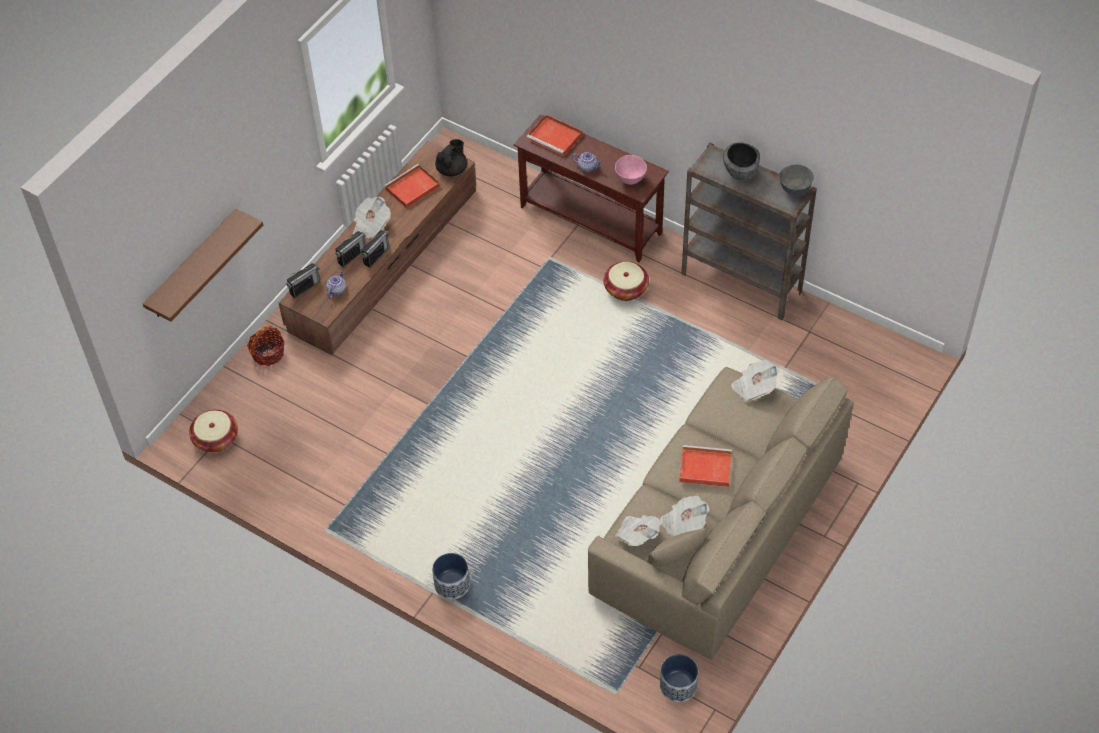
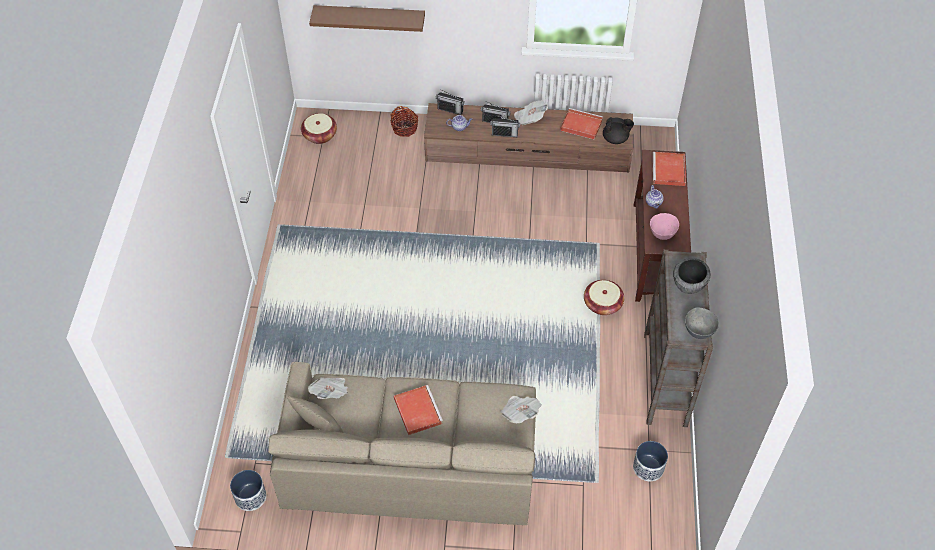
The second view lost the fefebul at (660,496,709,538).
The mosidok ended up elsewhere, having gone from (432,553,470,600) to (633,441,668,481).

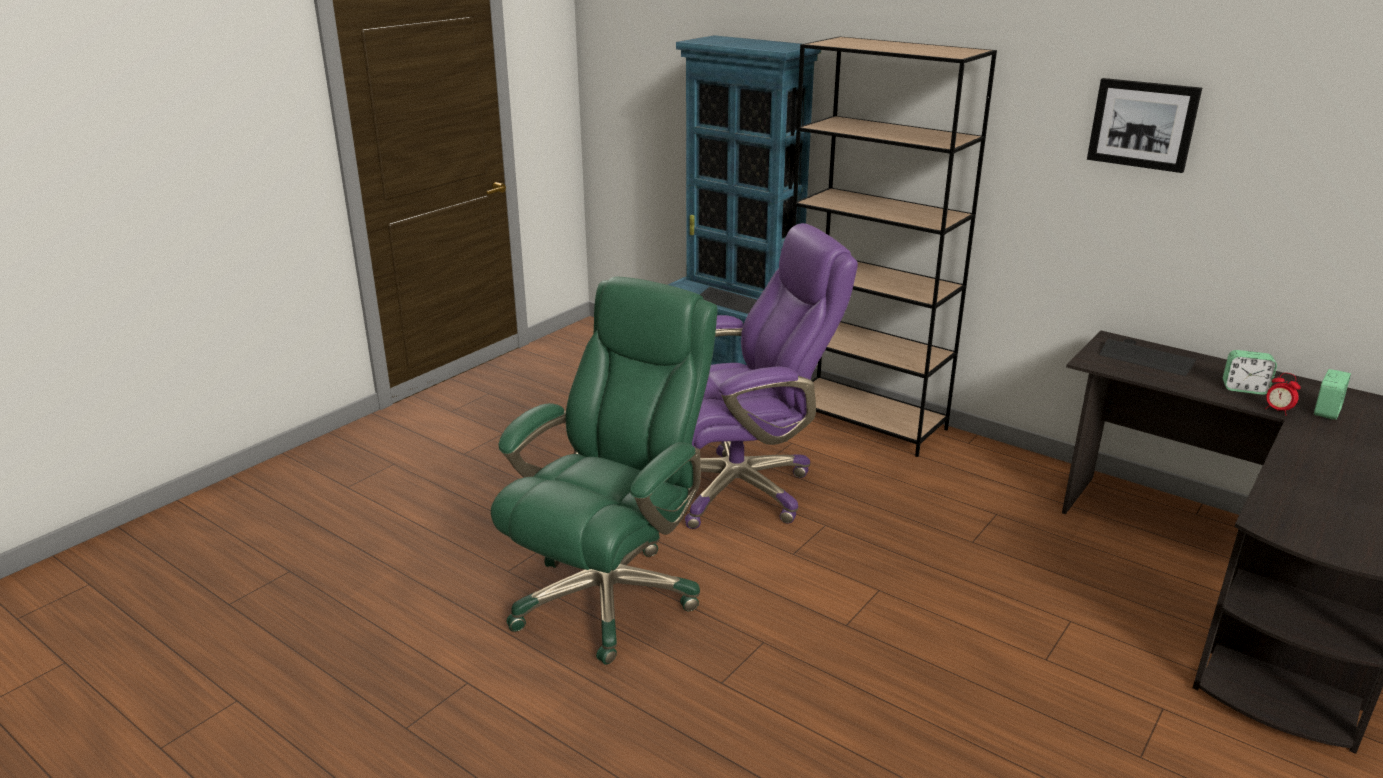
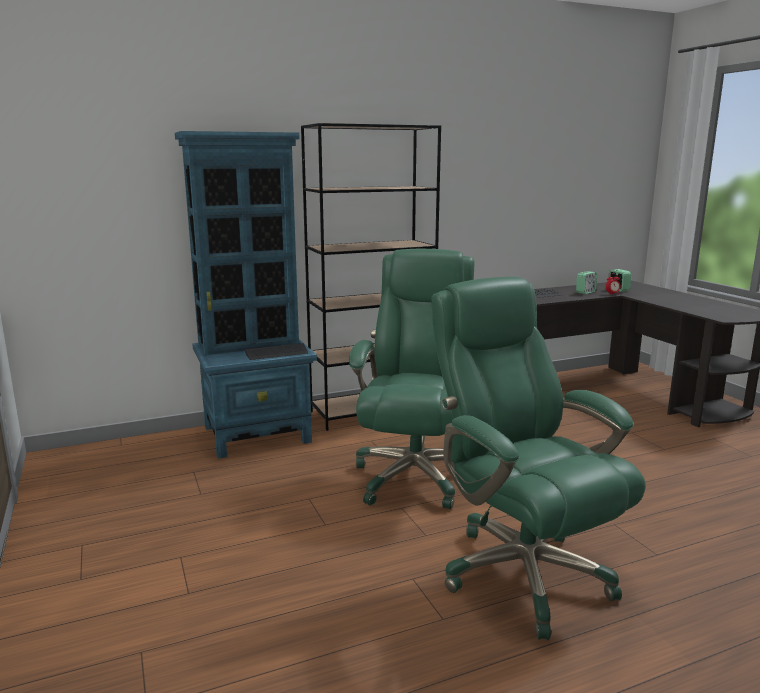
The second view lost the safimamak at (1087,78,1202,173).
What was the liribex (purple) at (685,223,858,529) turned into the liribex (green) at (349,249,474,510).

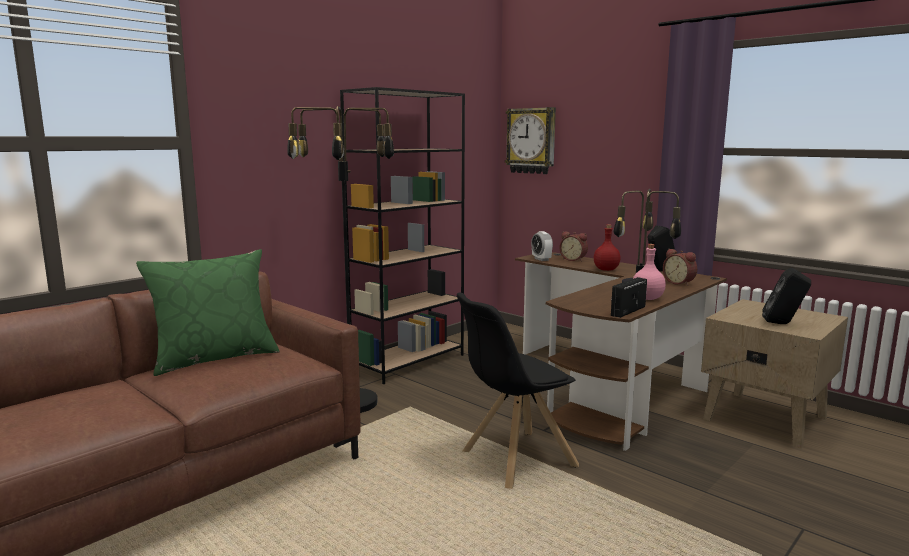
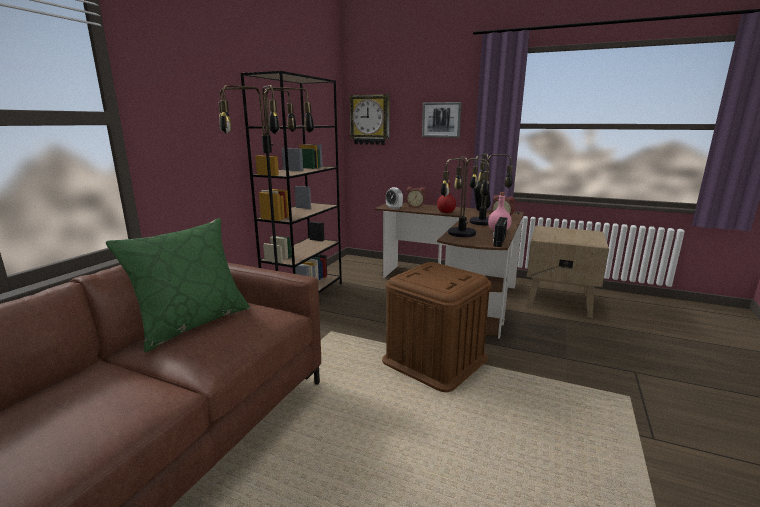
The second view lost the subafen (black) at (762,268,811,324).
Where the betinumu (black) stood at (457,292,579,489), the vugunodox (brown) came to stand at (382,262,491,392).
The second view gained the safimamak at (422,102,462,138).
The second view gained the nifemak at (441,156,490,237).

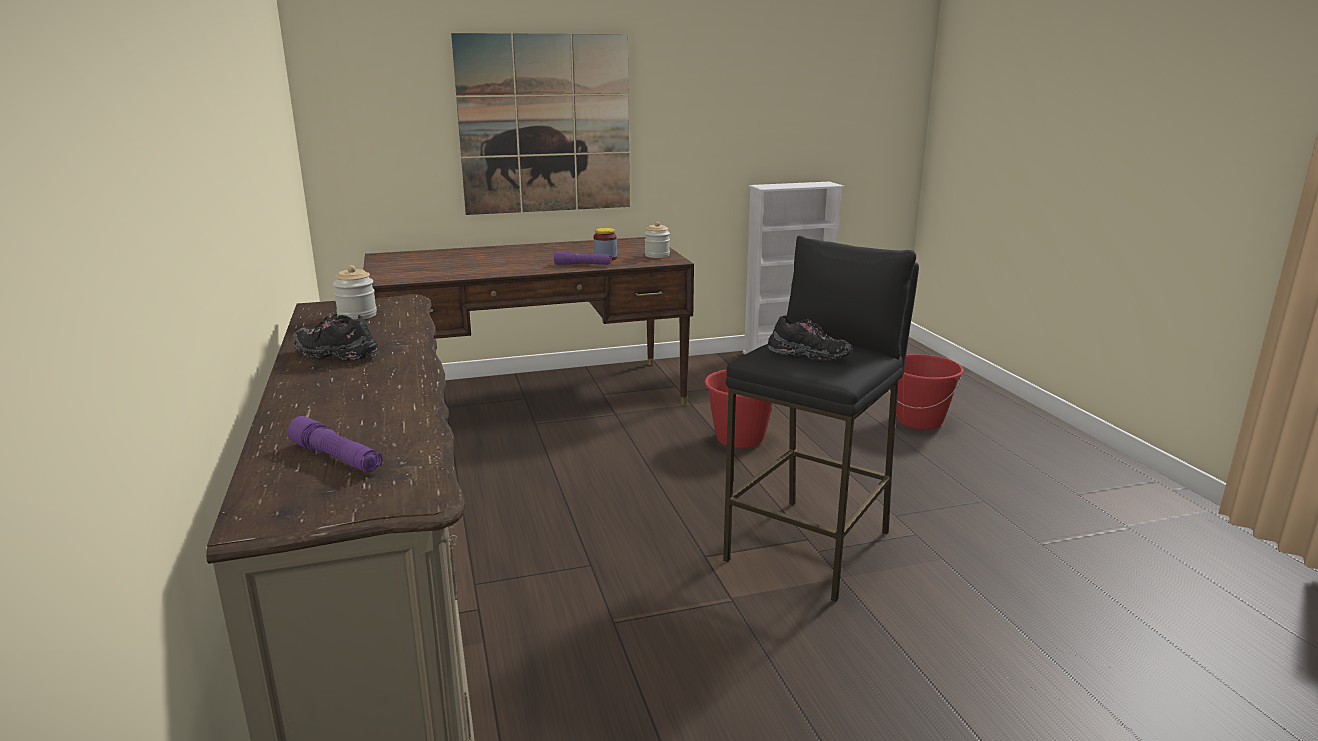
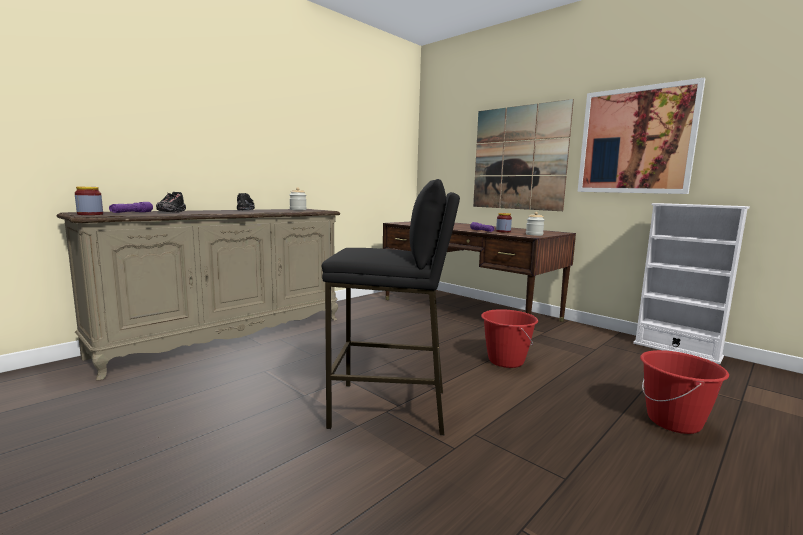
The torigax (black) ended up elsewhere, having gone from (768,315,853,361) to (156,192,186,213).
The second view gained the safimamak at (578,77,705,194).
The second view gained the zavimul at (75,187,103,215).

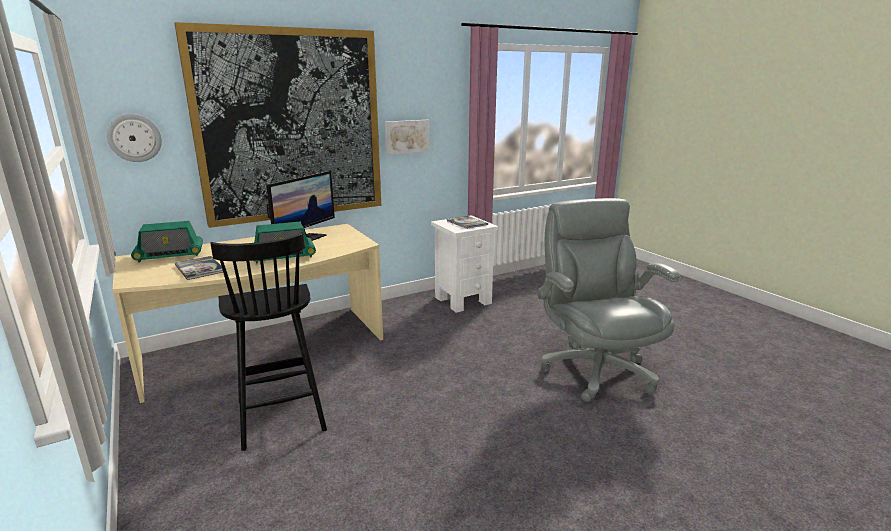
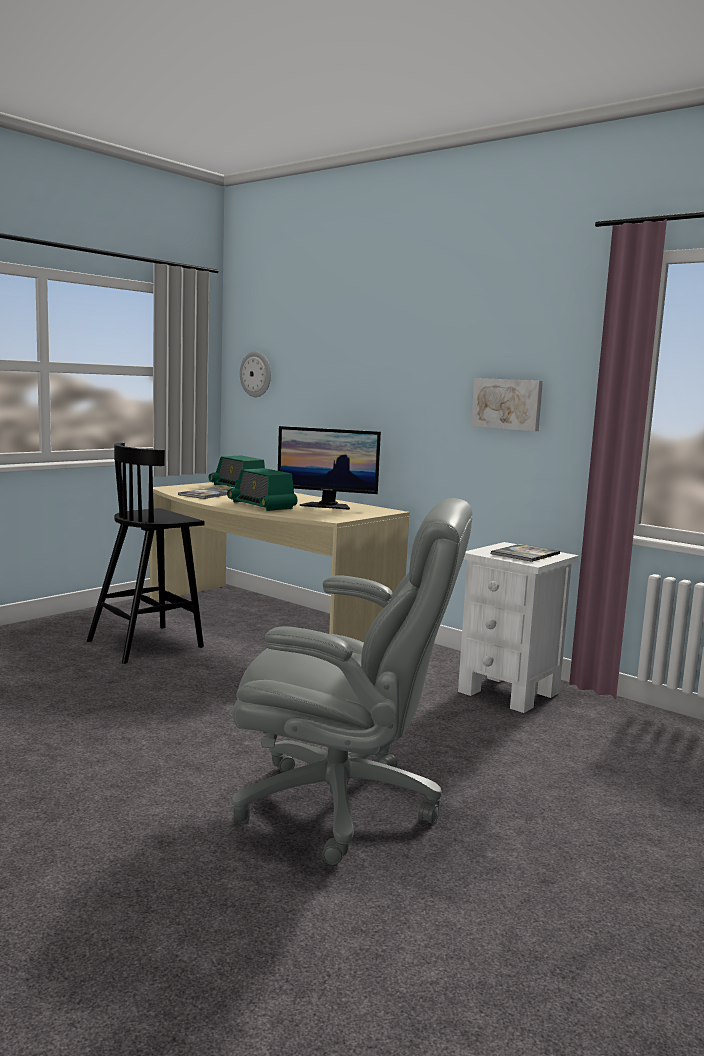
The second view lost the safimamak at (174,22,381,228).
The liribex (grey) at (537,198,680,402) ended up facing another way, 45 degrees clockwise from before.

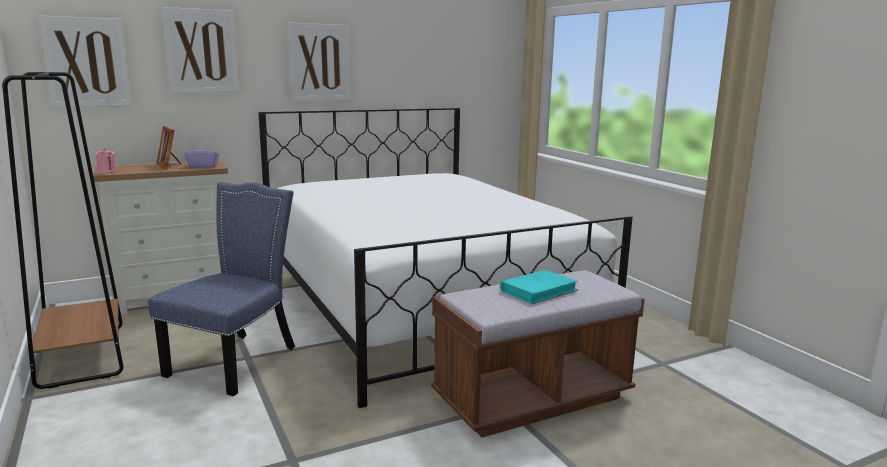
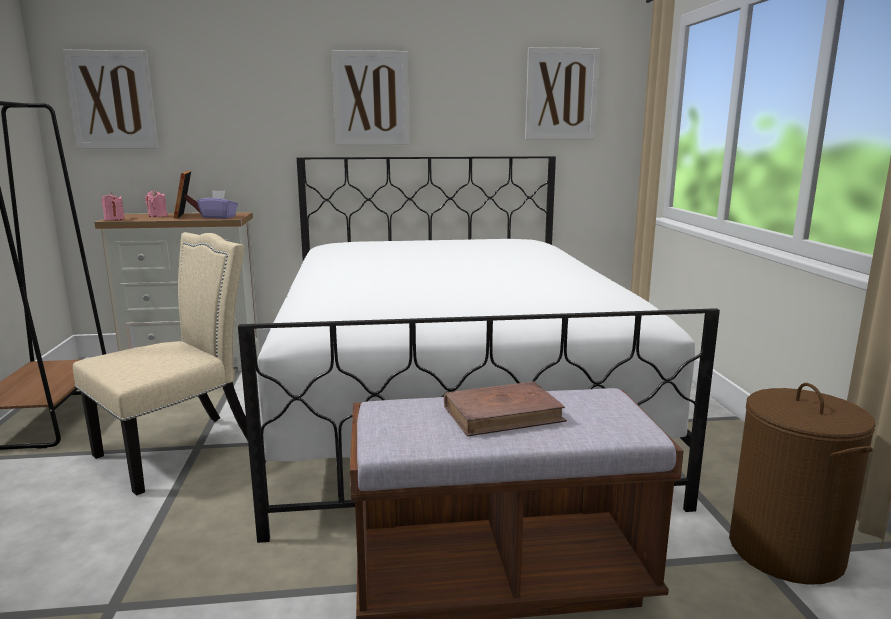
The safimamak ended up elsewhere, having gone from (161,7,240,93) to (525,47,600,139).
What was the betinumu (blue) at (148,182,295,396) turned into the betinumu (beige) at (73,232,248,495).
What was the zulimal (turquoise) at (500,270,578,304) turned into the zulimal (brown) at (444,382,567,437).
The second view gained the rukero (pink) at (145,190,168,217).
The second view gained the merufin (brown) at (729,383,876,585).

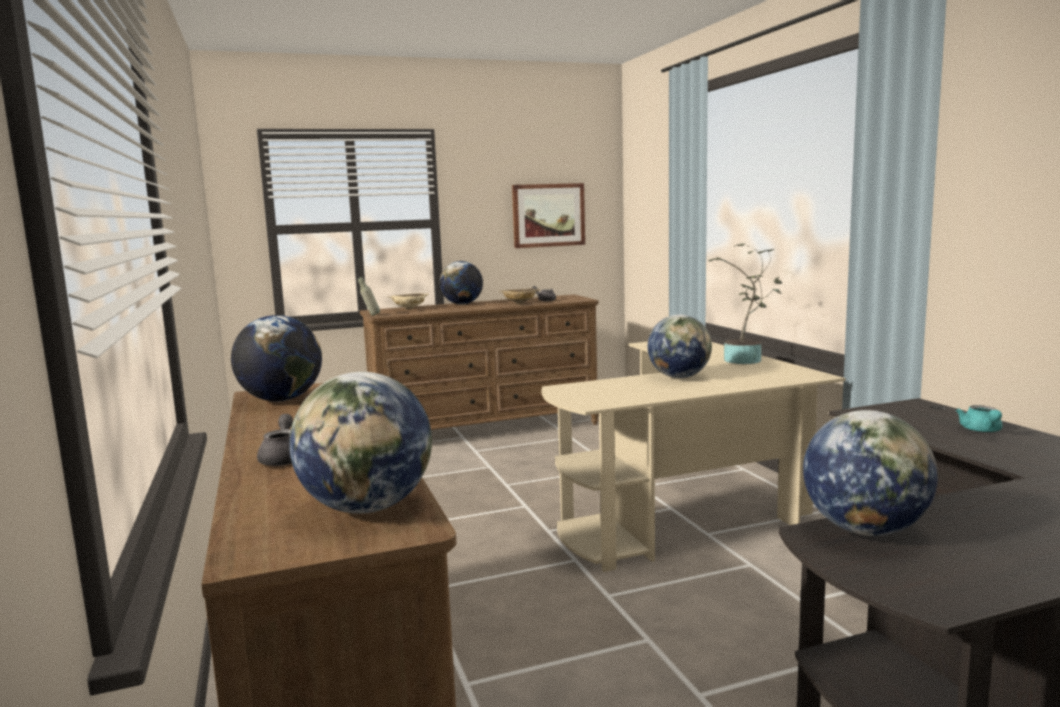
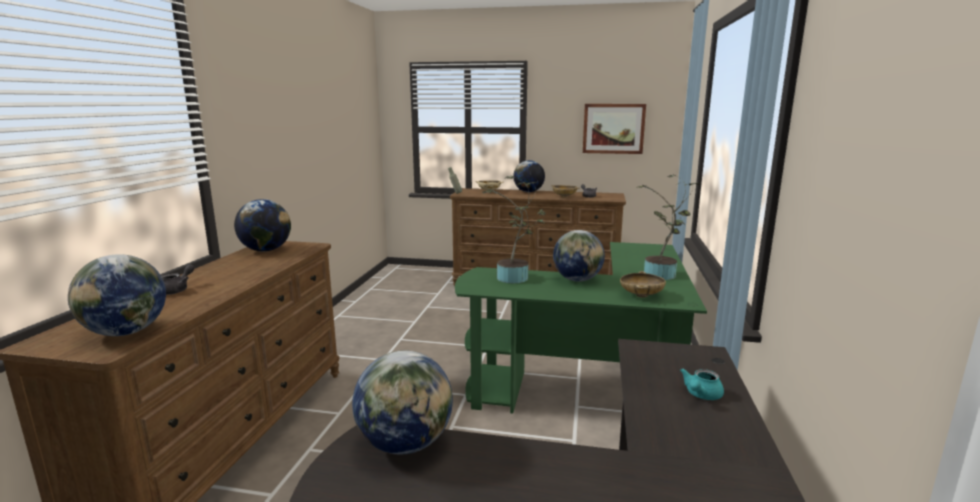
What was the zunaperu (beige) at (541,342,846,572) turned into the zunaperu (green) at (455,242,707,413).
The second view gained the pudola at (482,176,546,283).
The second view gained the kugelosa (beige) at (620,271,666,298).

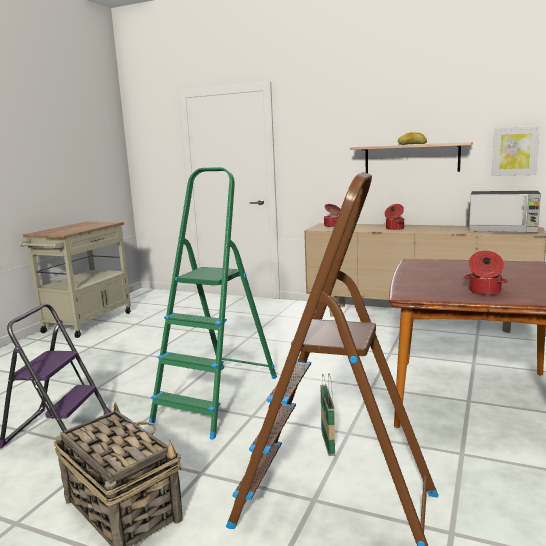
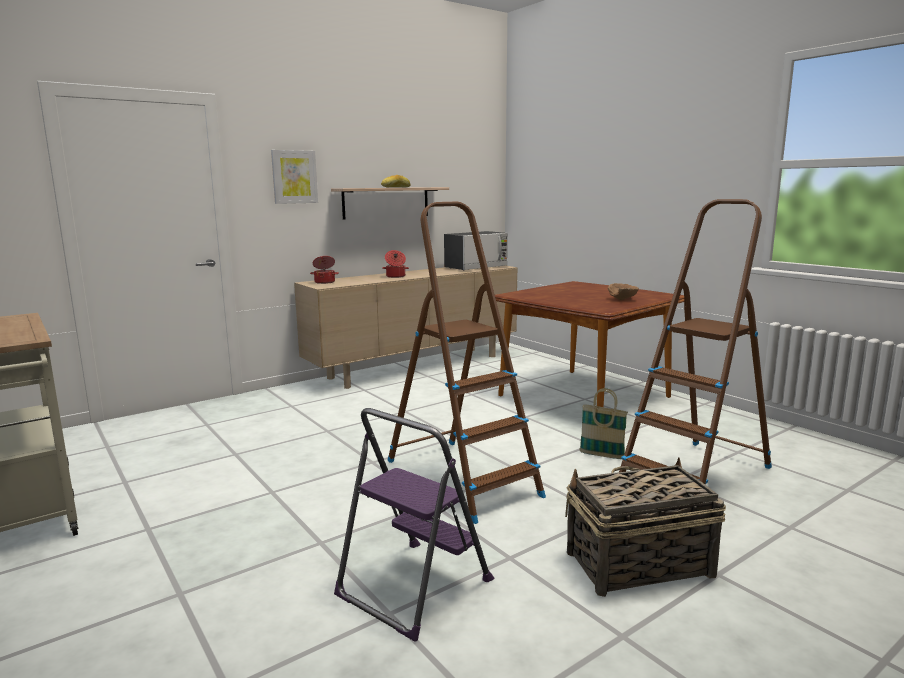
The safimamak ended up elsewhere, having gone from (492,126,540,176) to (271,150,318,204).
What was the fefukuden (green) at (149,167,277,440) turned into the fefukuden (brown) at (388,202,546,524).
Where the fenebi stood at (464,251,508,295), the kugelosa (brown) came to stand at (608,283,639,300).

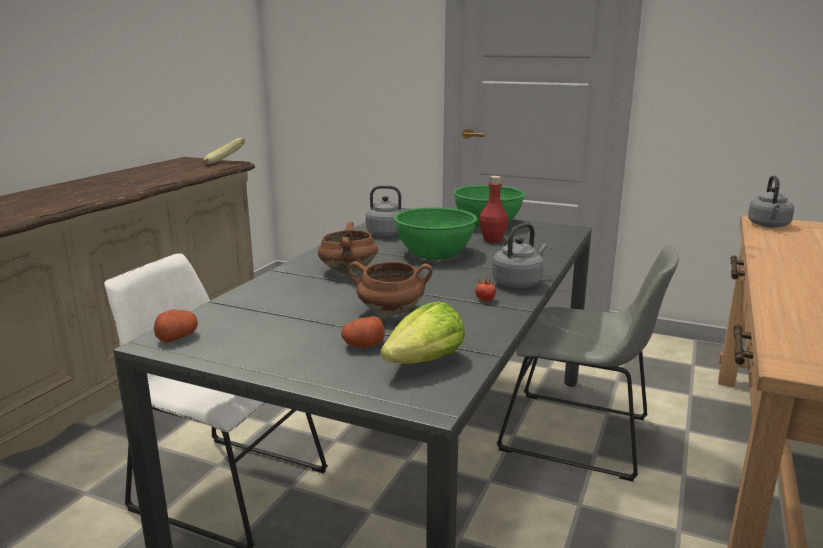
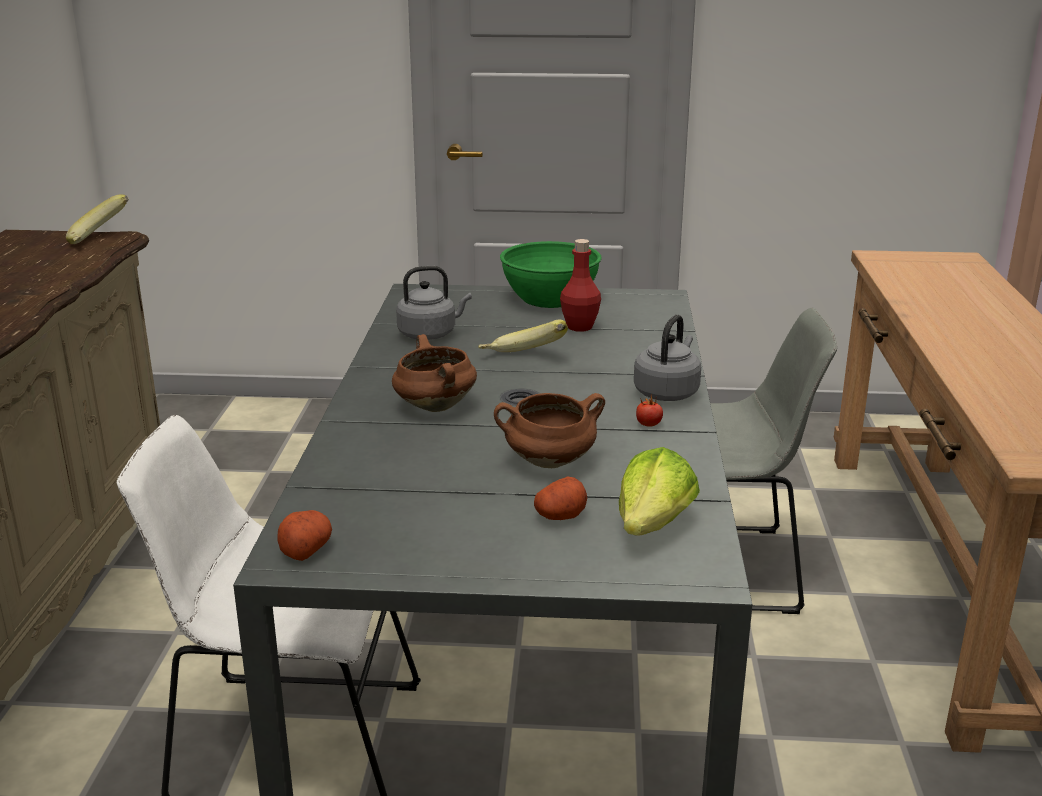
The second view lost the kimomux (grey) at (748,175,794,228).
Where the kugelosa (green) stood at (394,207,477,260), the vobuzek came to stand at (479,320,568,352).

